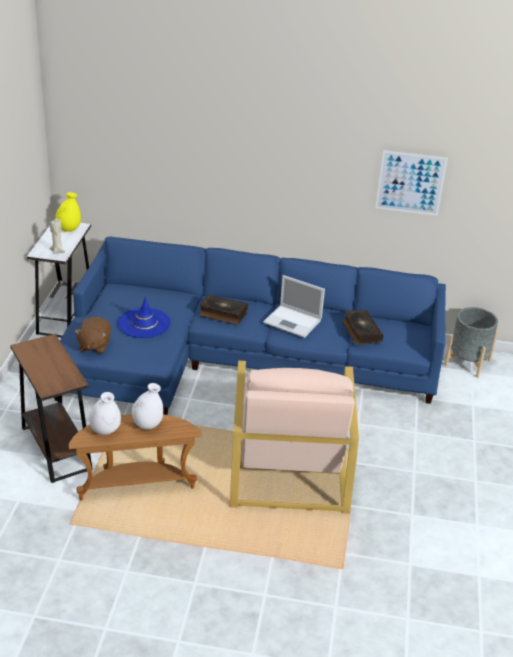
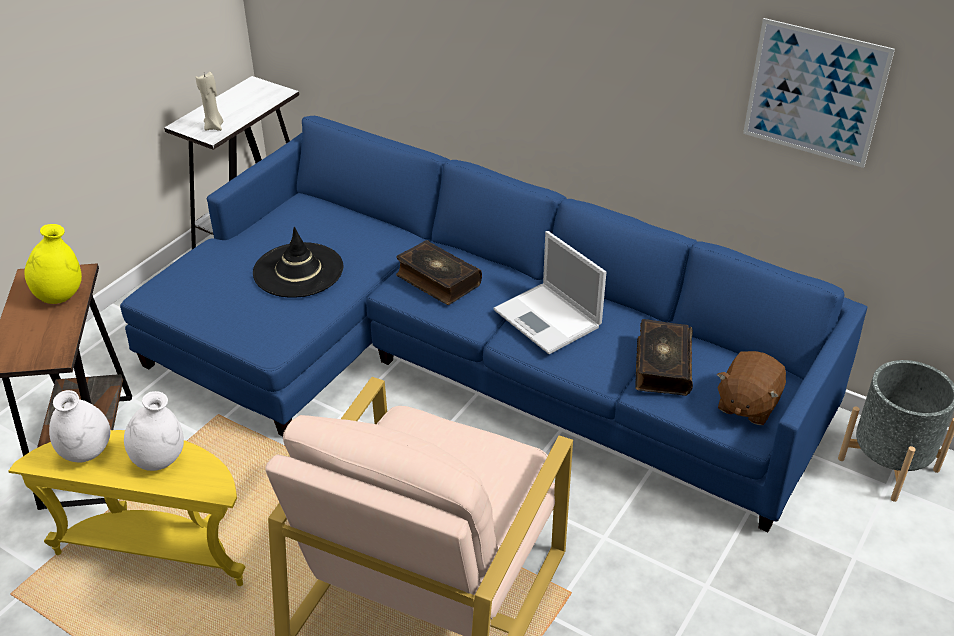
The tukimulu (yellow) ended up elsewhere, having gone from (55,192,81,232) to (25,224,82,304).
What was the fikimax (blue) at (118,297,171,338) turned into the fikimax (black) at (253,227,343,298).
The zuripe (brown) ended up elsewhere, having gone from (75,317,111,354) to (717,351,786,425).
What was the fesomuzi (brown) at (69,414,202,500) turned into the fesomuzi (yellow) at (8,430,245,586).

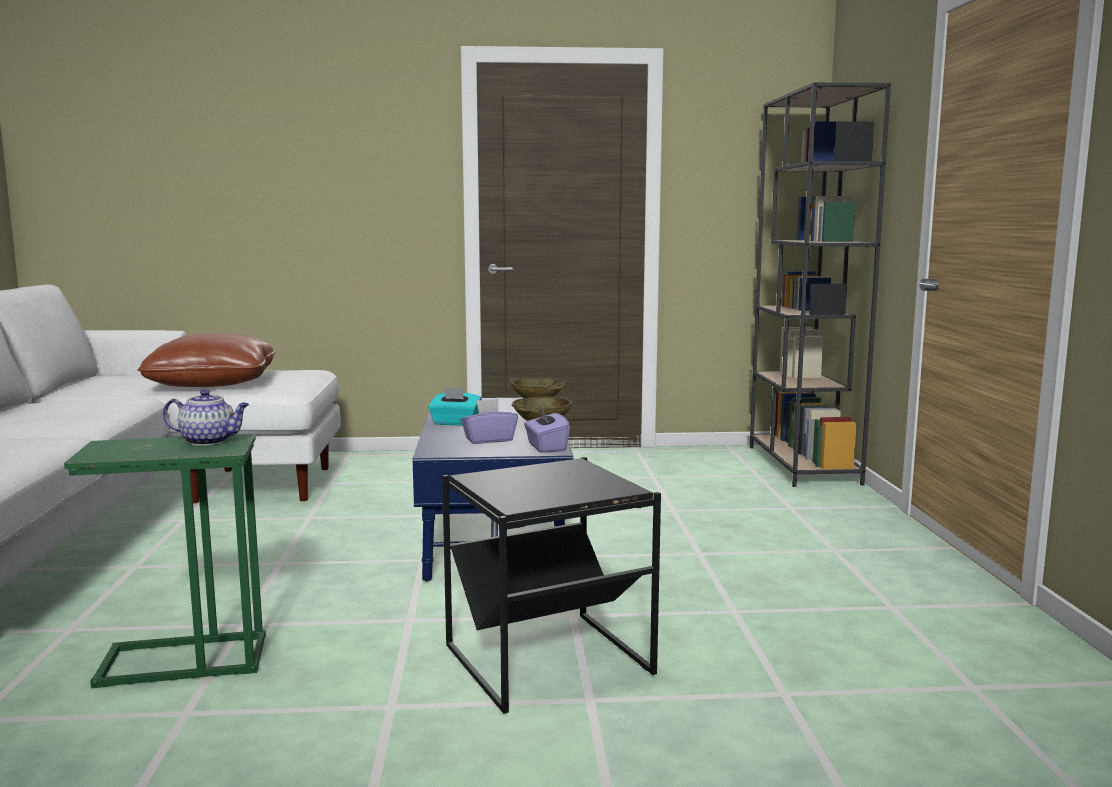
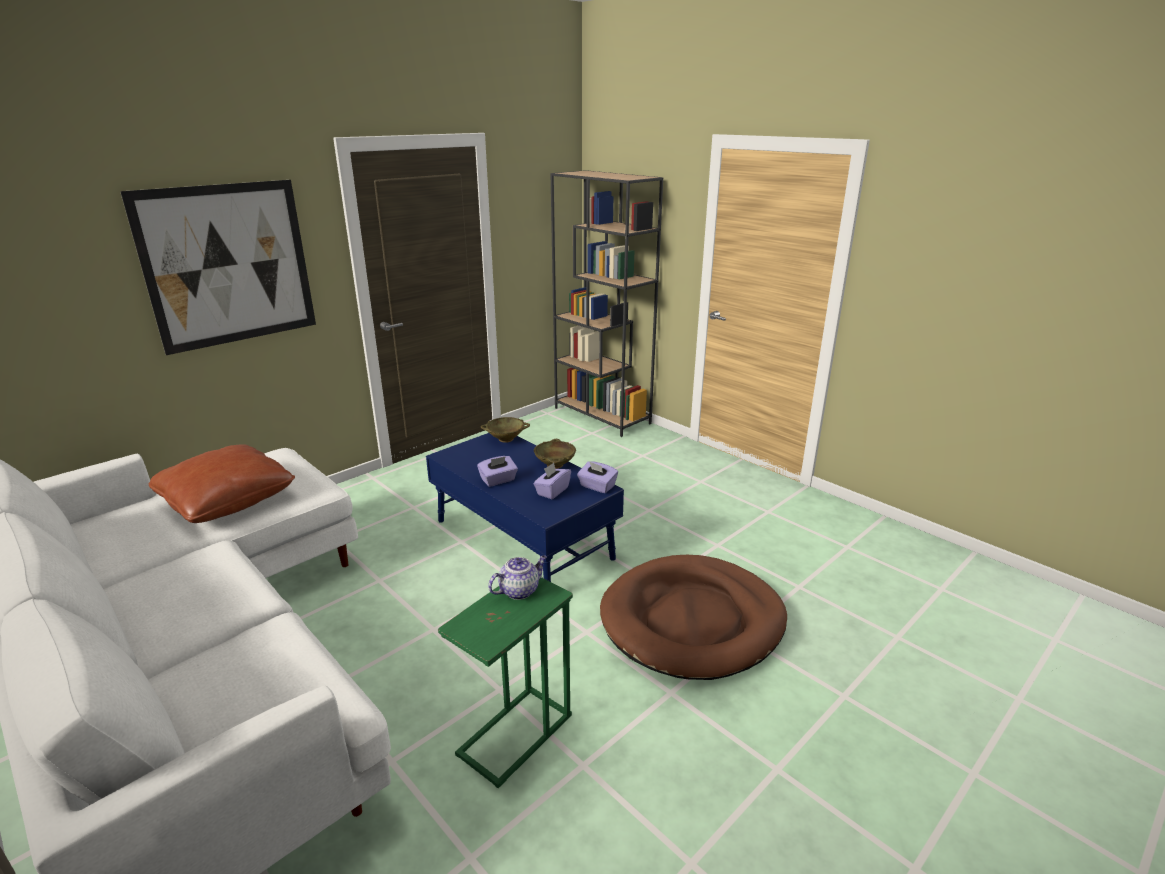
What was the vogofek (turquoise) at (428,387,482,426) turned into the vogofek (purple) at (477,456,518,487).
Where the fesomuzi (black) stood at (442,457,661,714), the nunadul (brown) came to stand at (600,555,787,680).
The second view gained the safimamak at (120,180,316,355).

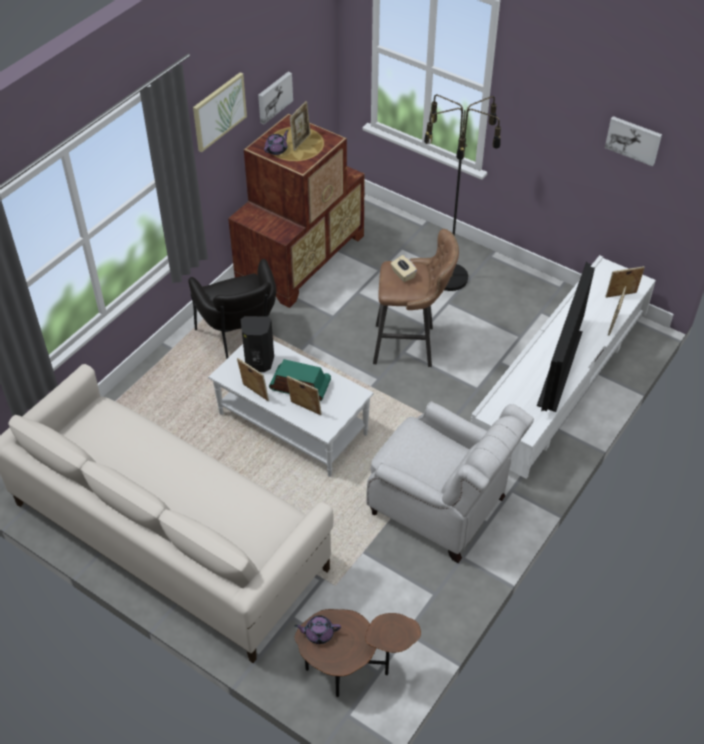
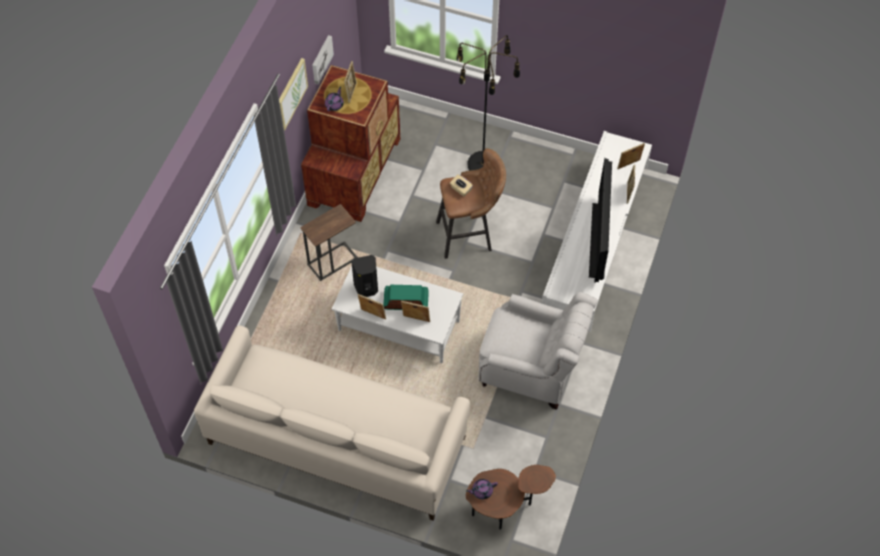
The second view lost the safimamak at (605,116,662,166).
Where the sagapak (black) stood at (188,259,276,359), the fesomuzi (brown) came to stand at (300,204,358,281).

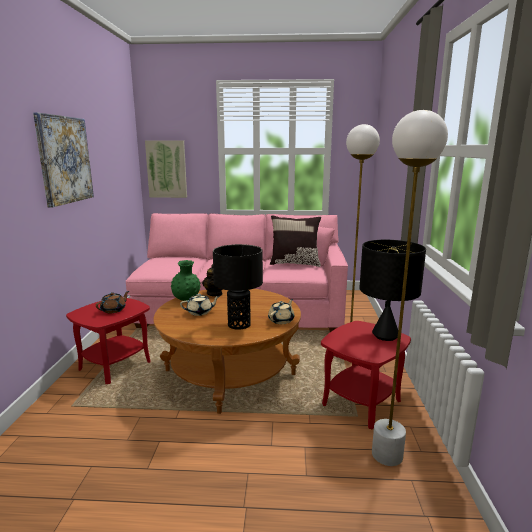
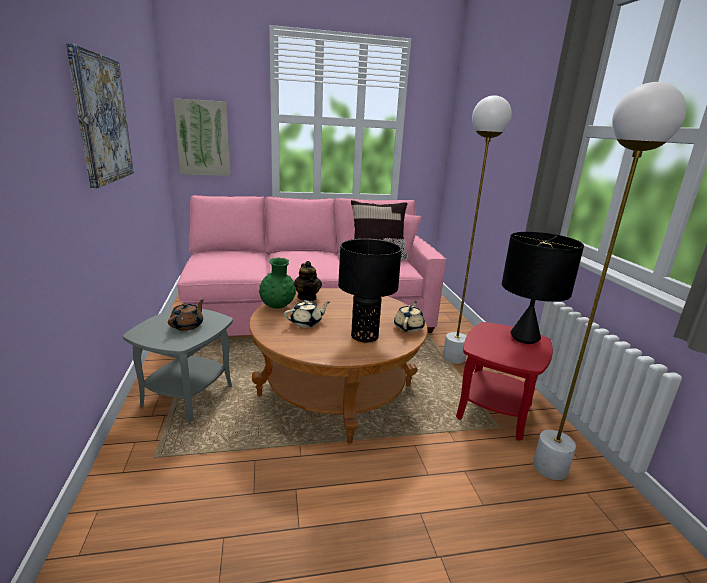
What was the fesomuzi (red) at (66,298,151,384) turned into the fesomuzi (grey) at (123,309,233,422).

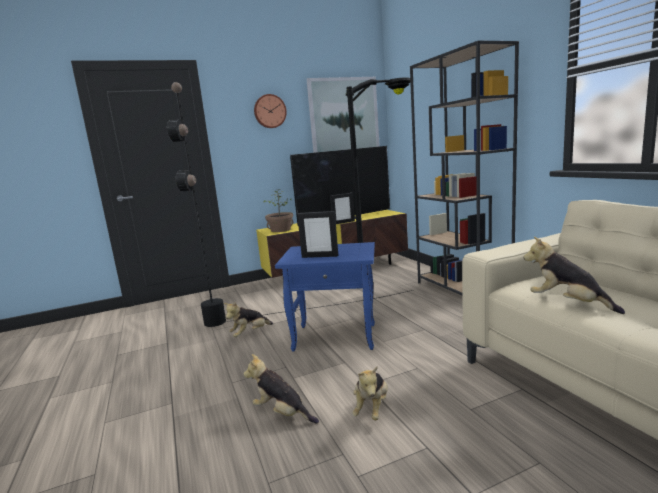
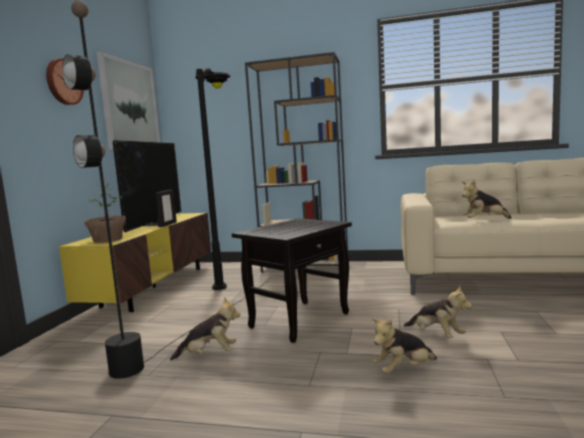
The second view lost the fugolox at (297,211,338,258).
What was the fesomuzi (blue) at (275,242,375,352) turned into the fesomuzi (black) at (232,218,352,343).
The zuripe at (224,302,273,337) ended up facing another way, 90 degrees counterclockwise from before.

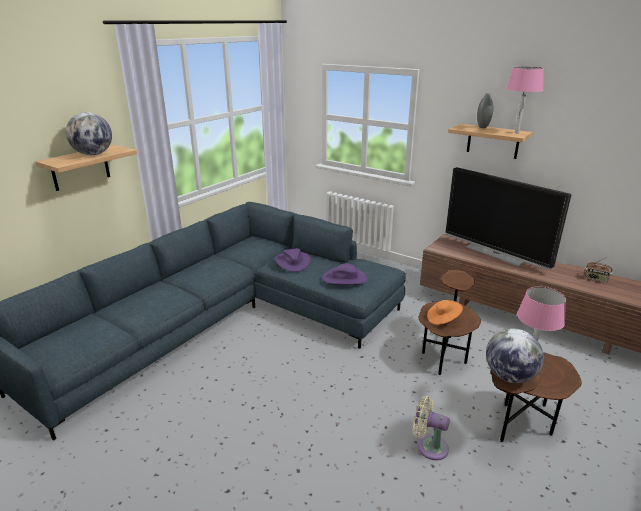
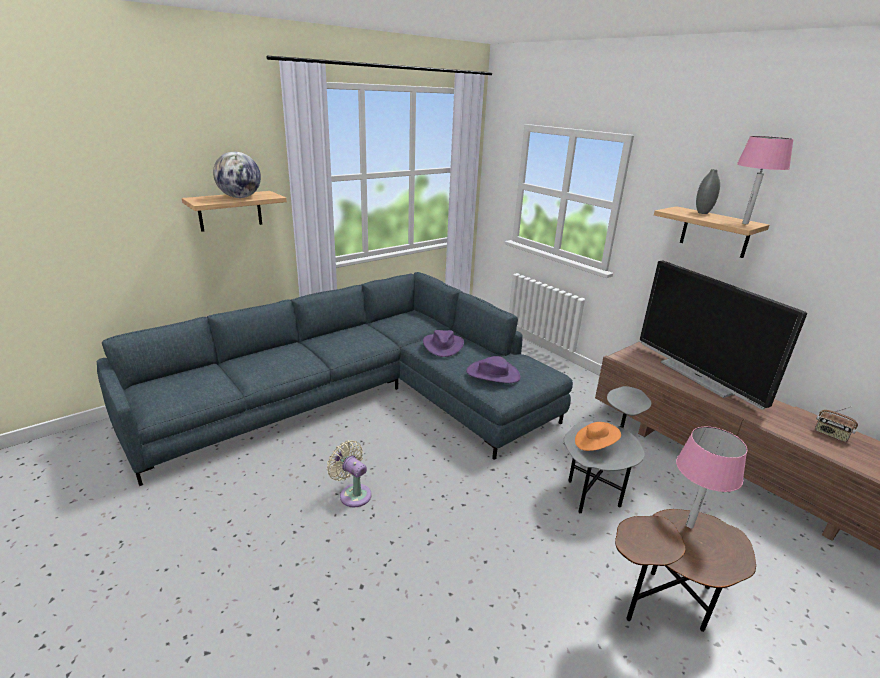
What was the fesomuzi (brown) at (419,270,481,375) turned into the fesomuzi (grey) at (564,386,651,513).
The second view lost the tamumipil at (486,328,544,383).
The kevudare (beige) ended up elsewhere, having gone from (413,396,450,460) to (327,440,372,508).

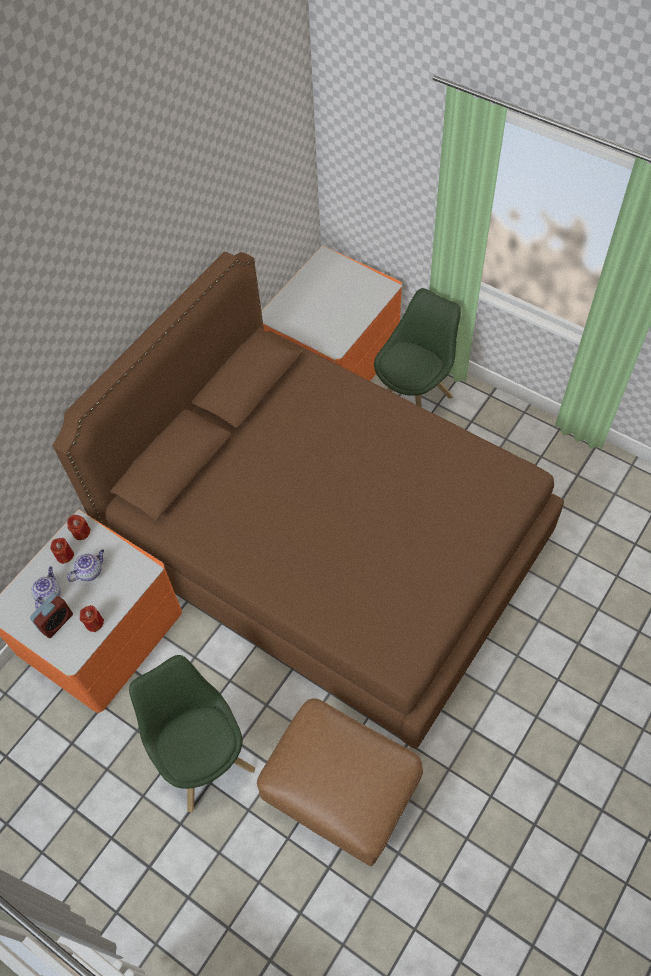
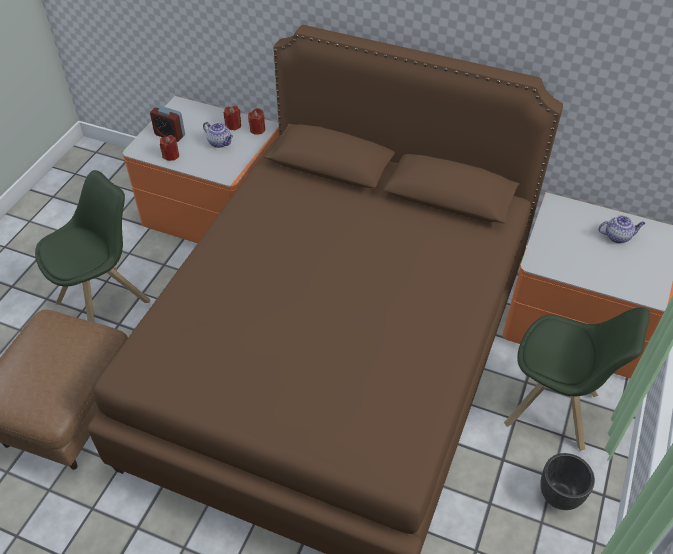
The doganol ended up elsewhere, having gone from (31,566,60,610) to (598,215,645,243).
The second view gained the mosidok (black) at (540,453,595,510).

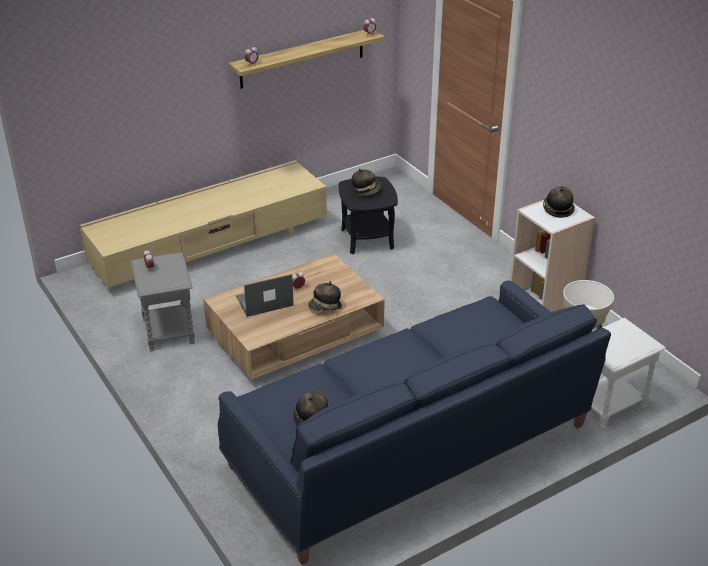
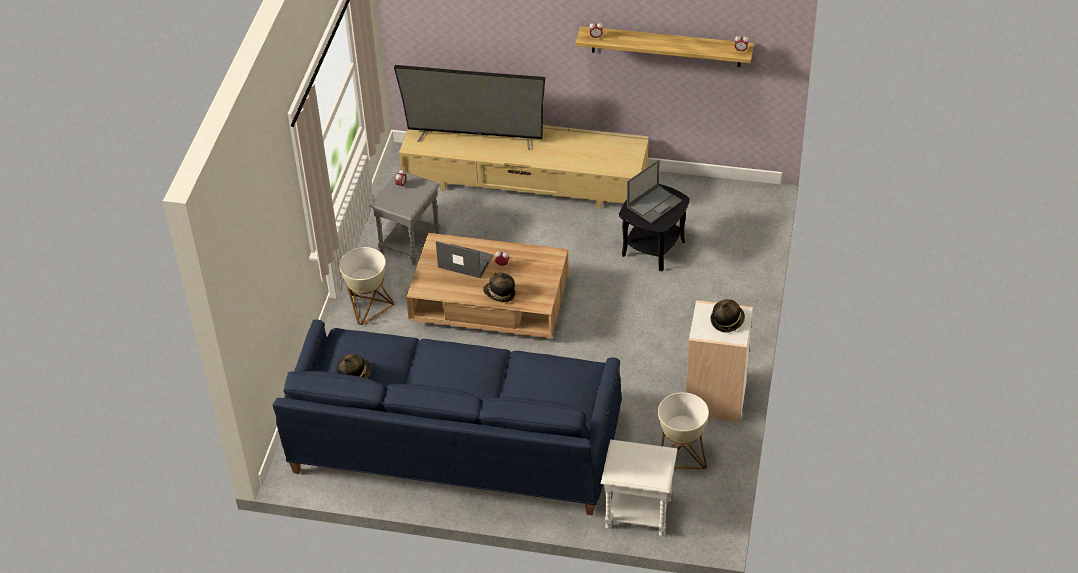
Where the fikimax stood at (351,169,381,196), the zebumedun came to stand at (627,160,682,223).
The second view gained the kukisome at (394,65,545,150).
The second view gained the mosidok at (339,247,394,325).

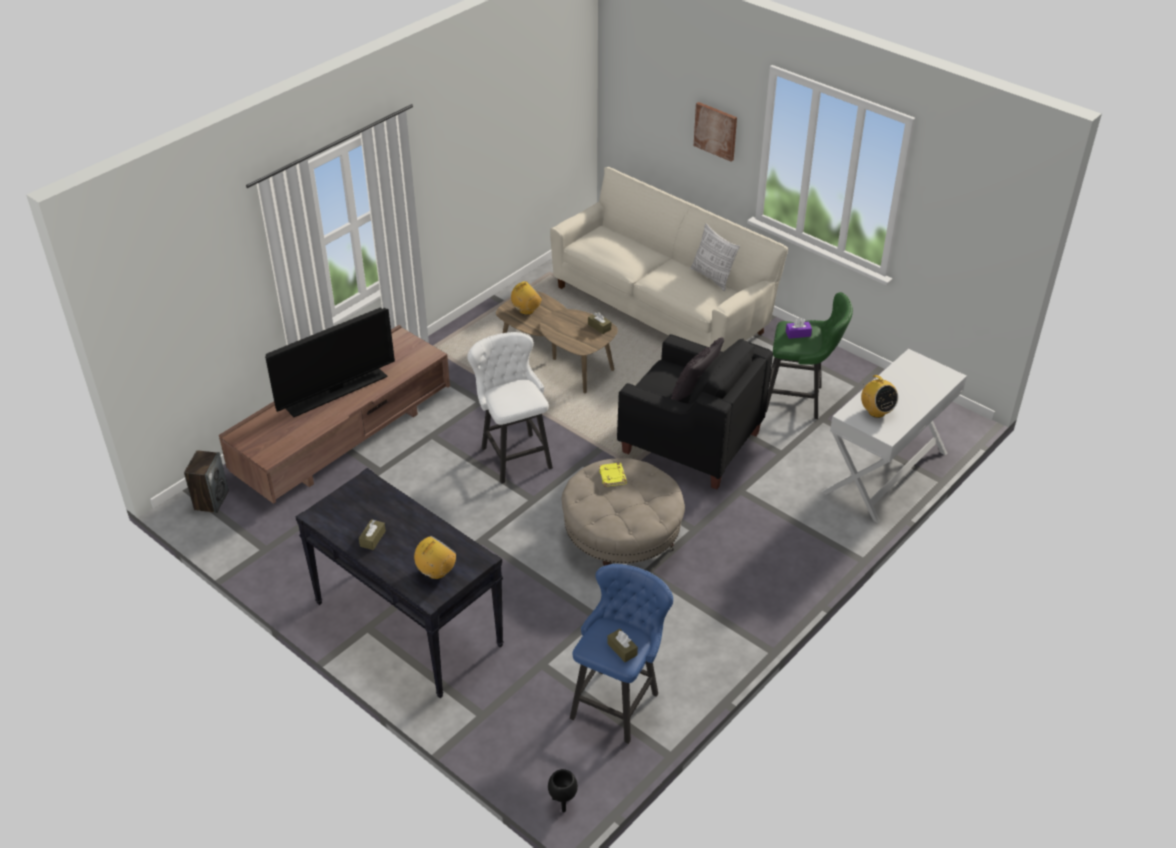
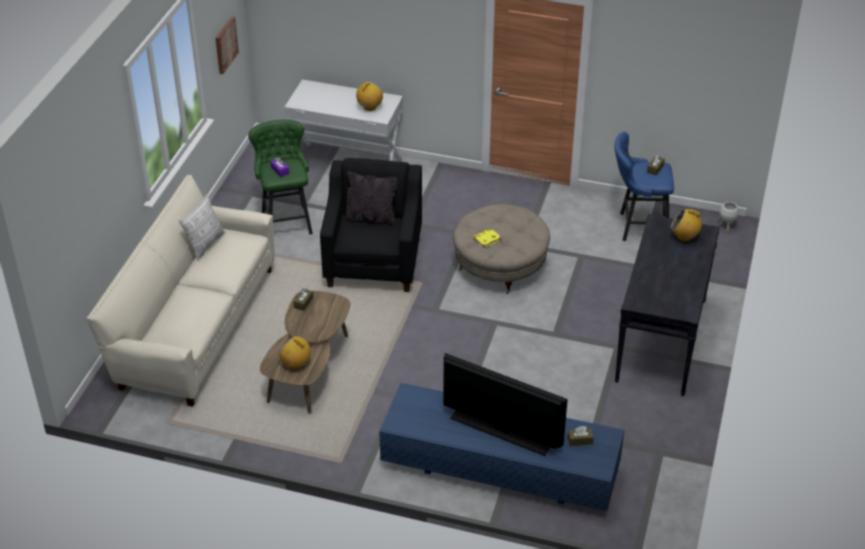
The safimamak ended up elsewhere, having gone from (694,102,737,162) to (215,16,239,74).
What was the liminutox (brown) at (219,325,450,504) turned into the liminutox (blue) at (379,383,624,511).
The second view lost the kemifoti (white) at (467,332,553,483).
The second view lost the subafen at (184,450,229,513).
The vogofek (brown) ended up elsewhere, having gone from (359,519,386,550) to (568,426,594,446).
What was the mosidok (black) at (548,769,578,812) turned into the mosidok (white) at (720,202,739,231).

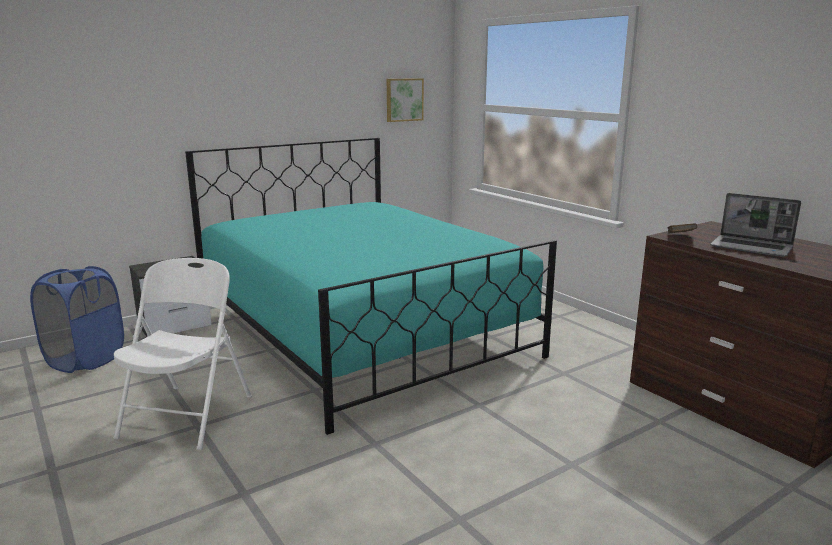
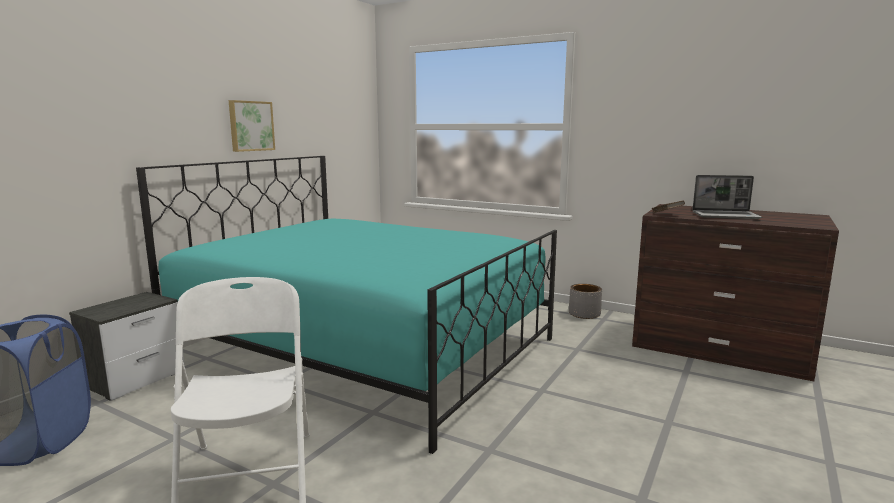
The safimamak ended up elsewhere, having gone from (387,78,424,122) to (229,100,275,152).
The second view gained the mosidok (grey) at (569,284,602,319).

